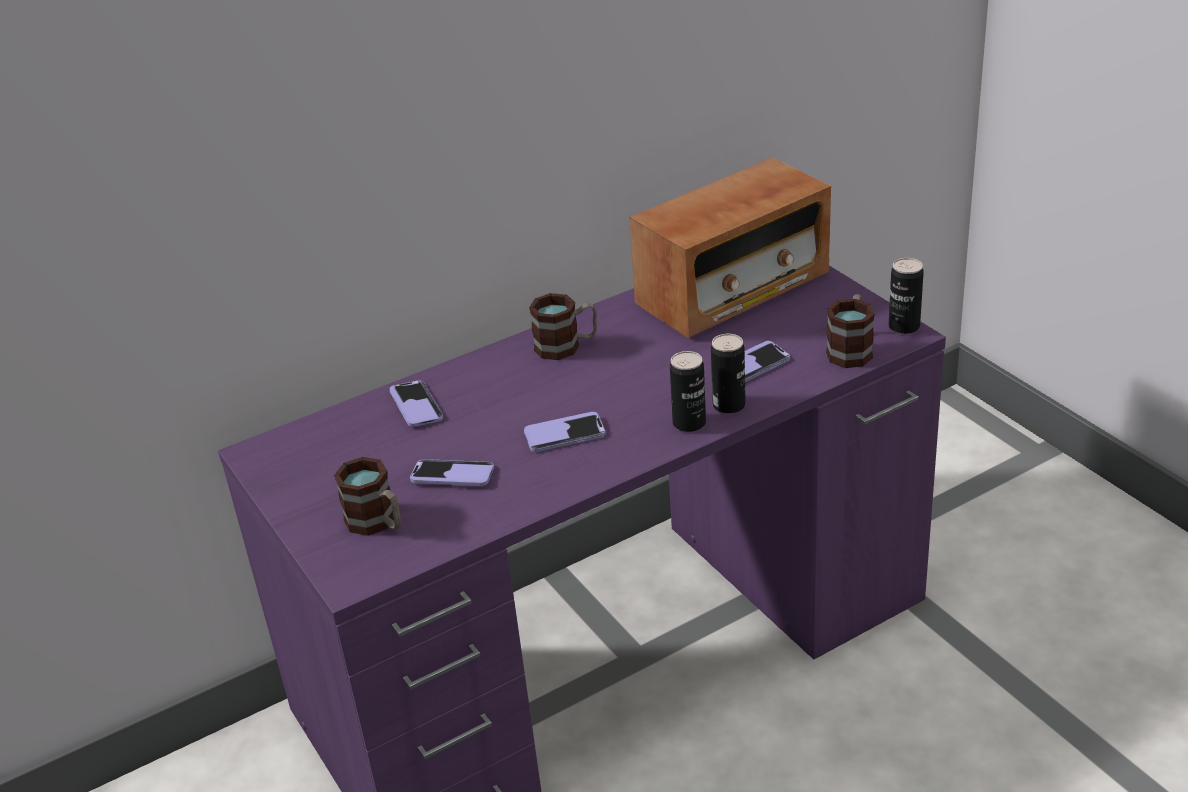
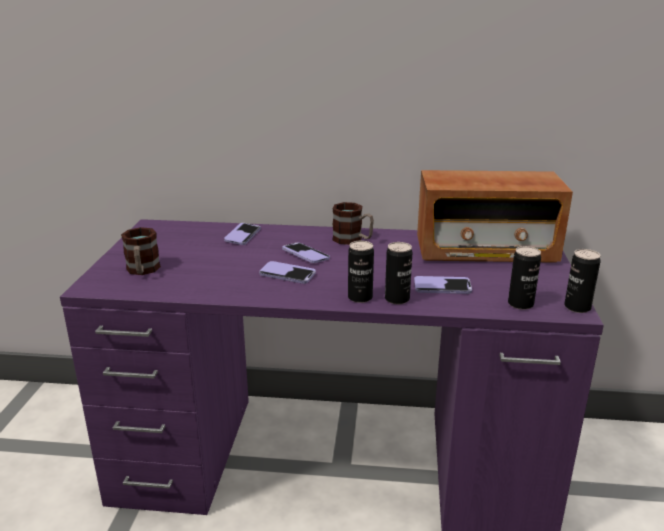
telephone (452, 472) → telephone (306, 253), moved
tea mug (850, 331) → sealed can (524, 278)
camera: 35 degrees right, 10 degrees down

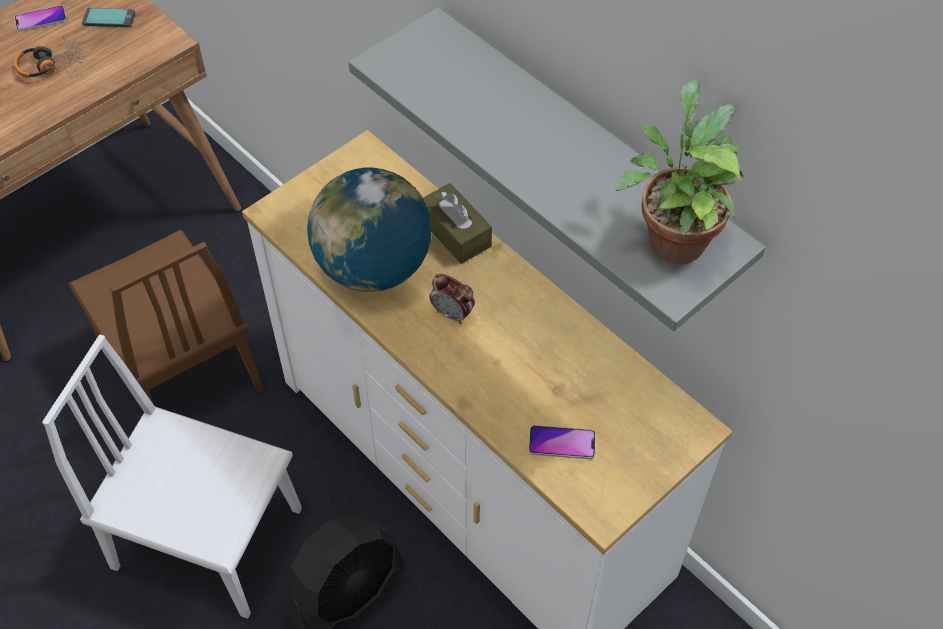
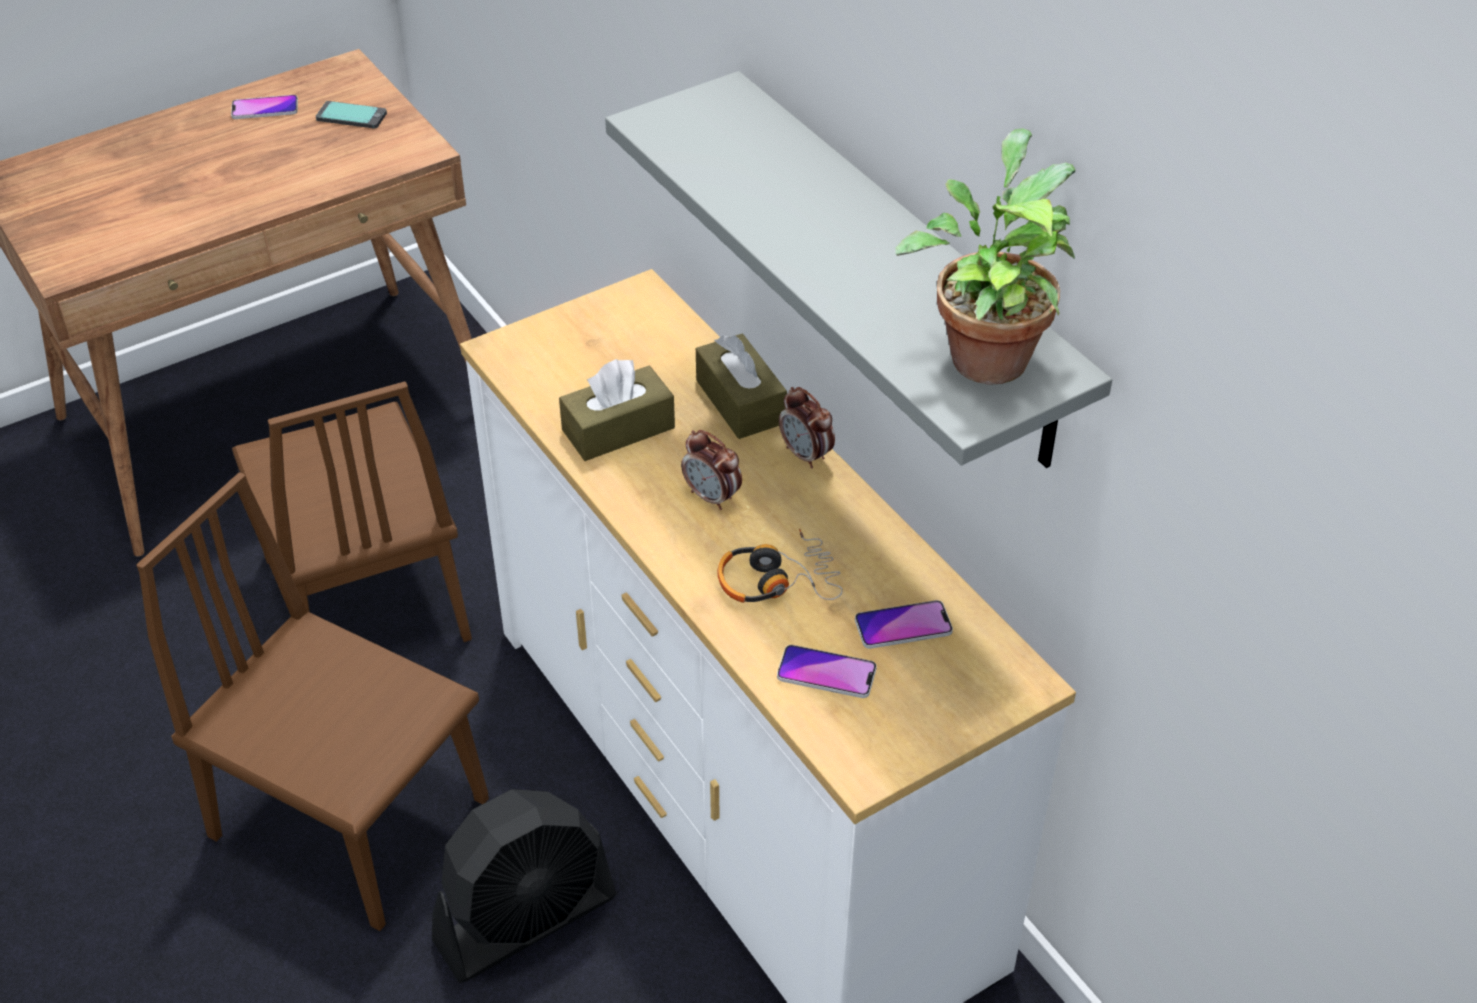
plain chair (white-coloured) (172, 477) → plain chair (brownish) (312, 701)
world globe (369, 230) → tissue holder (brownish) (617, 410)
headphones (49, 56) → headphones (780, 566), moved
- → alarm clock (807, 427)
- → telephone (904, 624)
camera: 10 degrees right, 10 degrees down

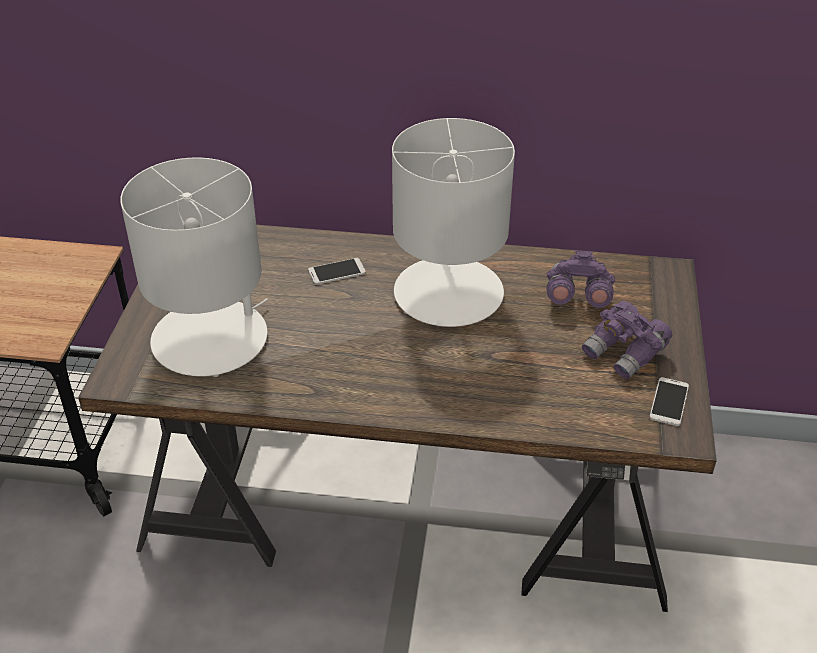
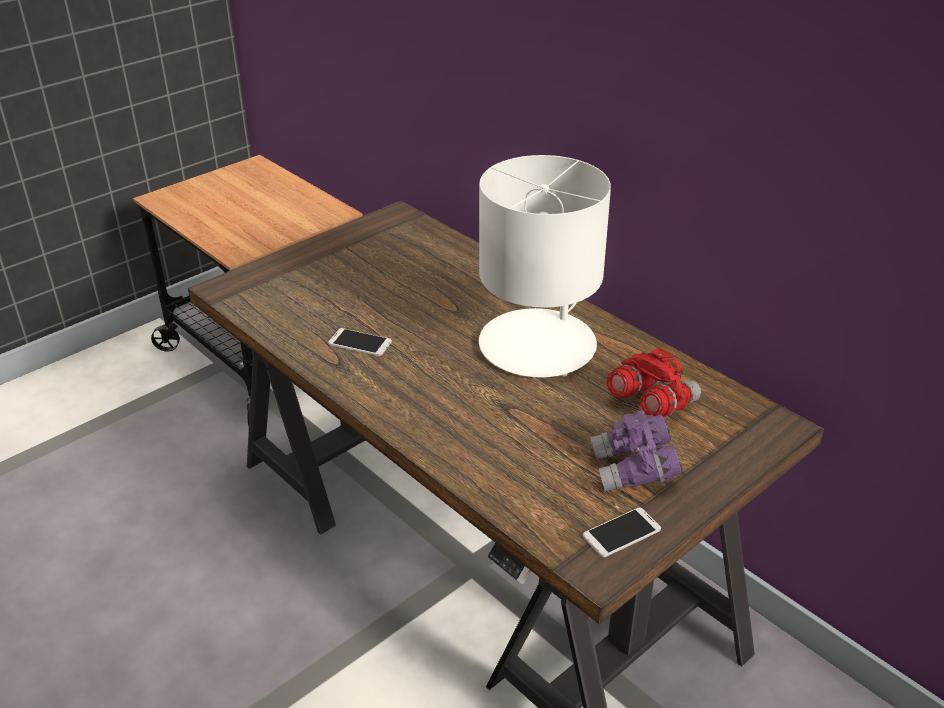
telephone (337, 271) → telephone (360, 342), moved
pair of binoculars (purple) (581, 279) → pair of binoculars (red-coloured) (654, 382)
lamp for a table (white-coloured) (194, 267) → -
camera: 40 degrees right, 5 degrees down

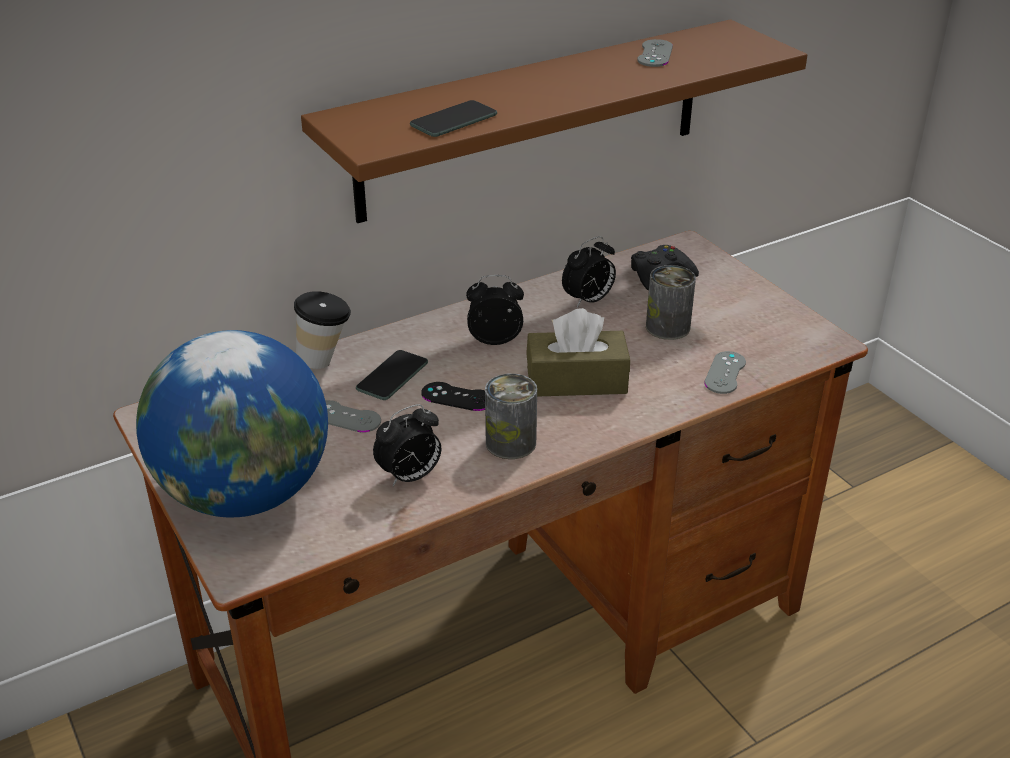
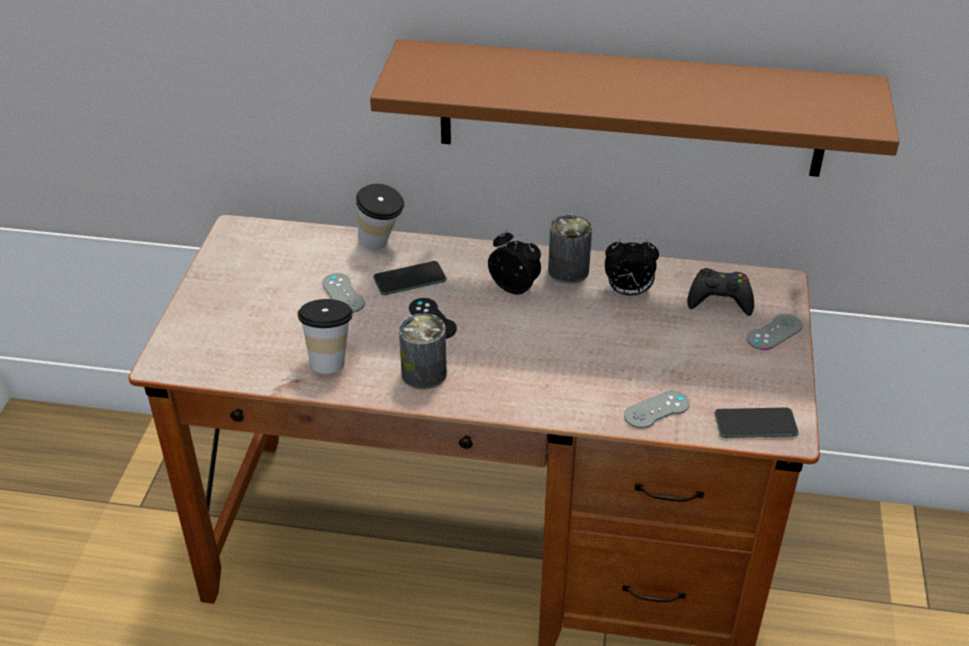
alarm clock (407, 445) → drinking cup (325, 336)
sealed can (671, 302) → sealed can (570, 249), moved
telephone (453, 118) → telephone (756, 422), moved
joypad (greyish) (655, 53) → joypad (greyish) (775, 332), moved
world globe (232, 423) → -
tissue holder (brownish) (578, 352) → -
camera: 40 degrees right, 5 degrees up

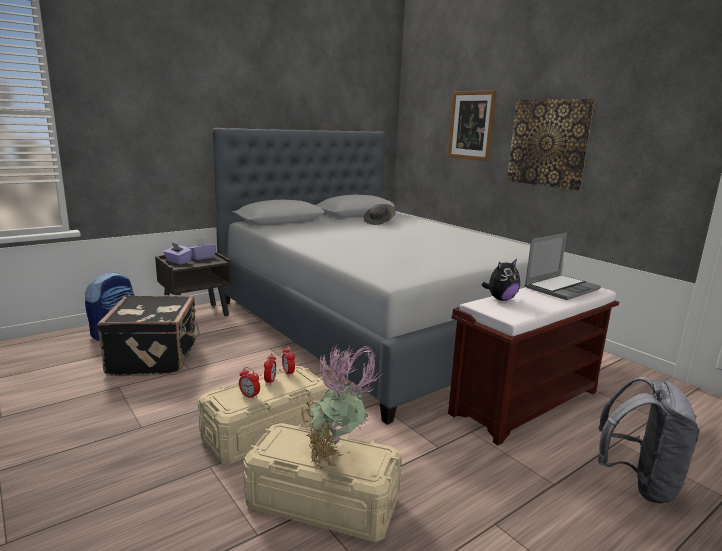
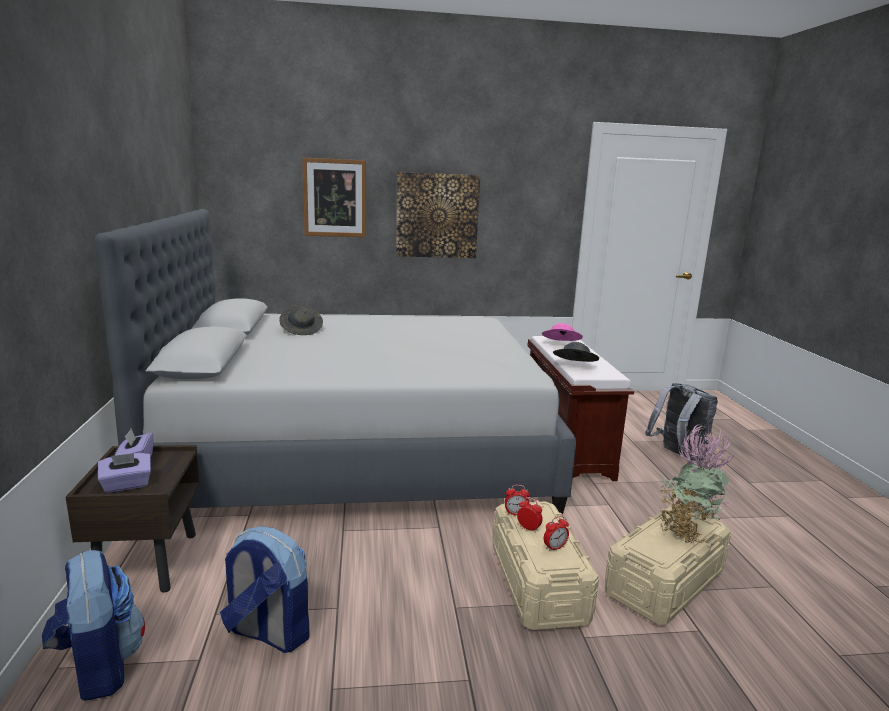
travel case (black-coloured) (148, 335) → backpack (265, 589)
portable computer (562, 266) → wearable hat (pink) (562, 332)
soft toy (501, 280) → wearable hat (greyish) (576, 352)
camera: 60 degrees left, 0 degrees up

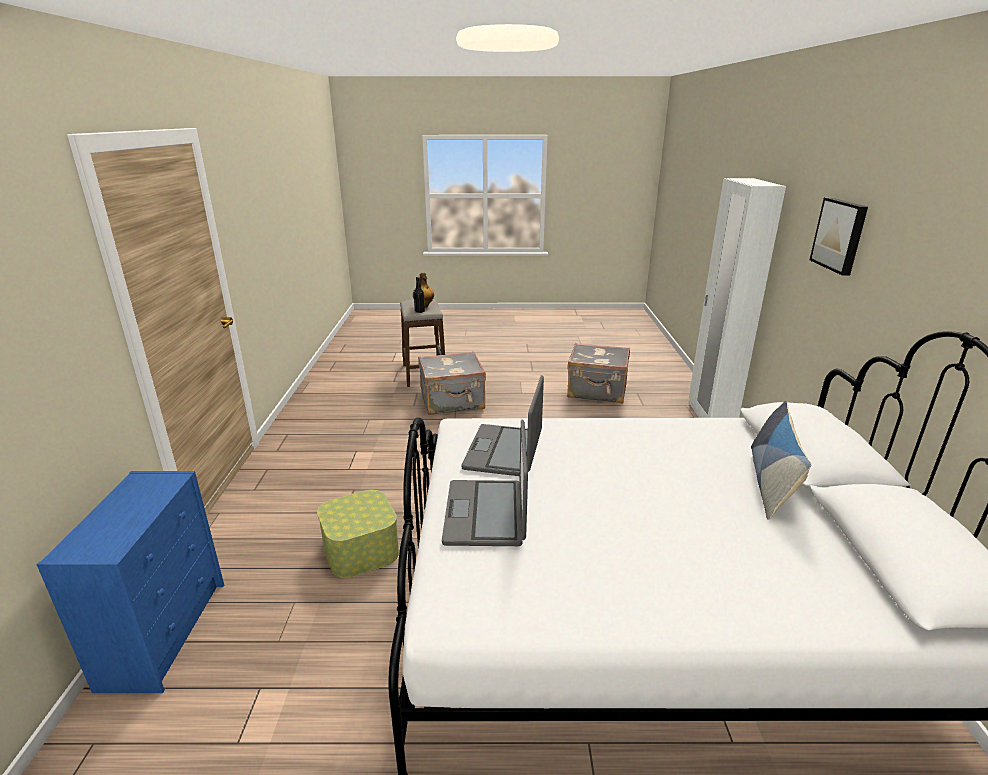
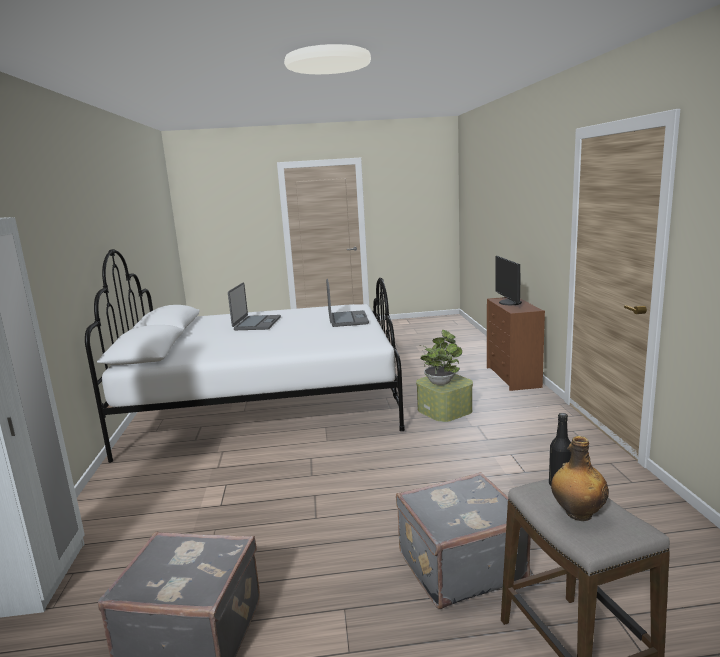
portable computer (503, 425) → portable computer (254, 306), moved
- → potted plant (441, 357)
dresser (blue) (130, 582) → dresser (brownish) (516, 344)
- → monitor (508, 280)
throw pillow (781, 460) → -
wall art (839, 236) → -
camera: 175 degrees right, 10 degrees down

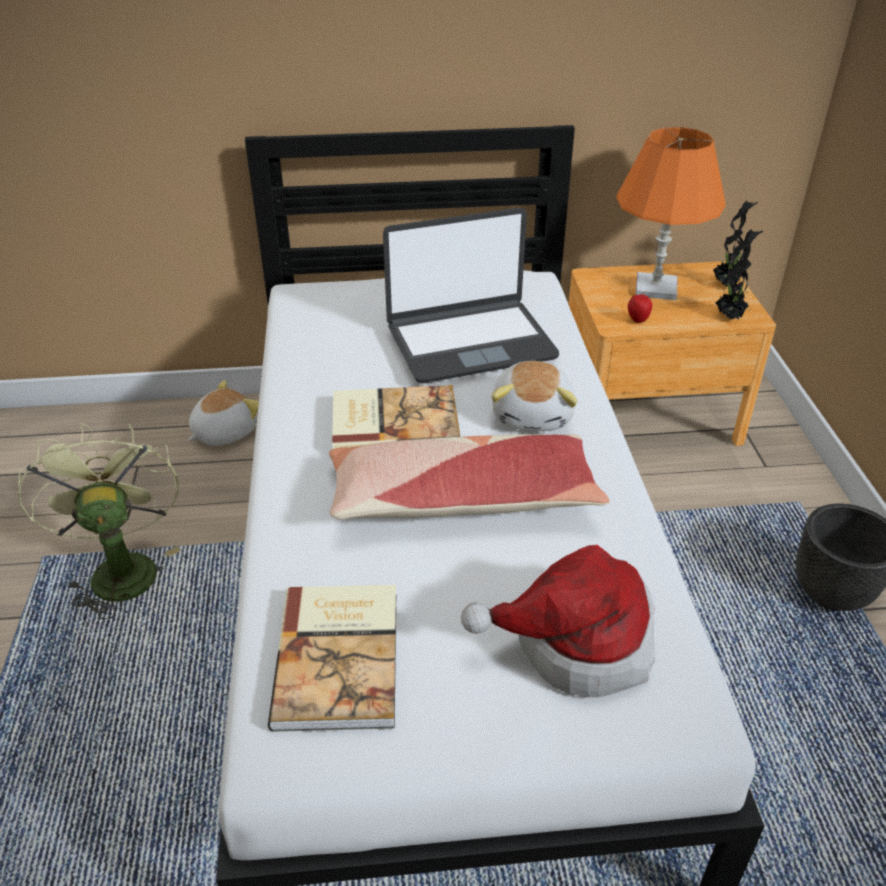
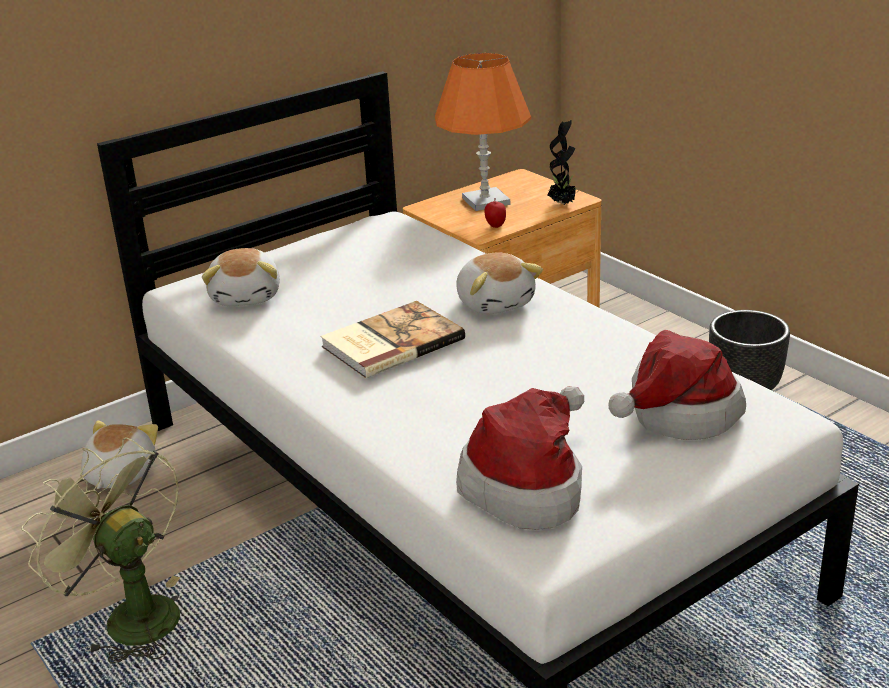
- → soft toy (241, 277)
bound book (332, 658) → wearable hat (520, 458)
throw pillow (469, 477) → -
portable computer (471, 295) → -
potted plant (735, 244) → -
camera: 30 degrees left, 10 degrees down

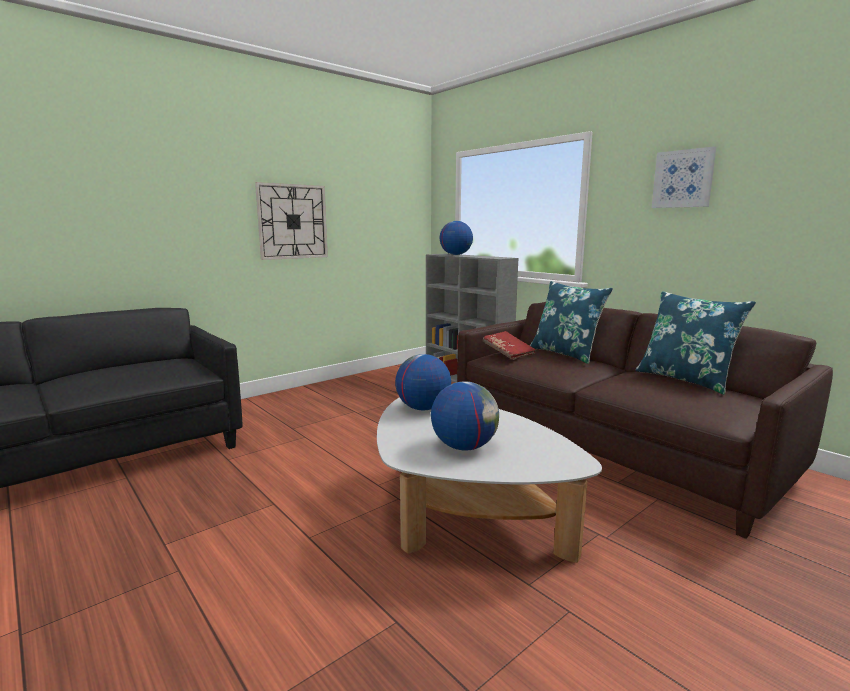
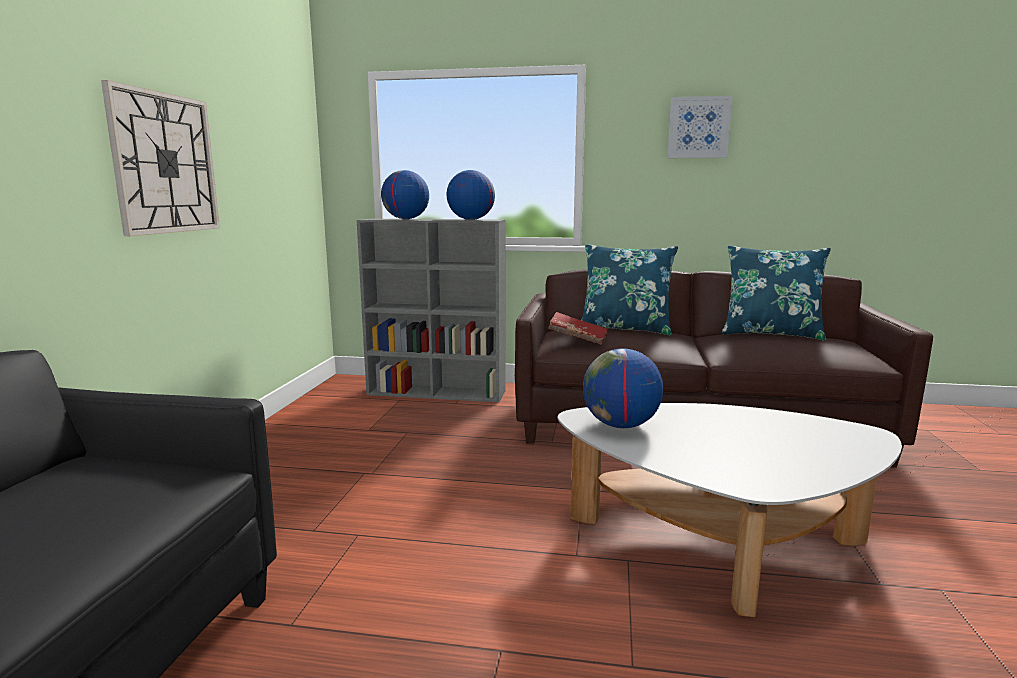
world globe (465, 415) → world globe (471, 195), moved
camera: 40 degrees left, 0 degrees up

